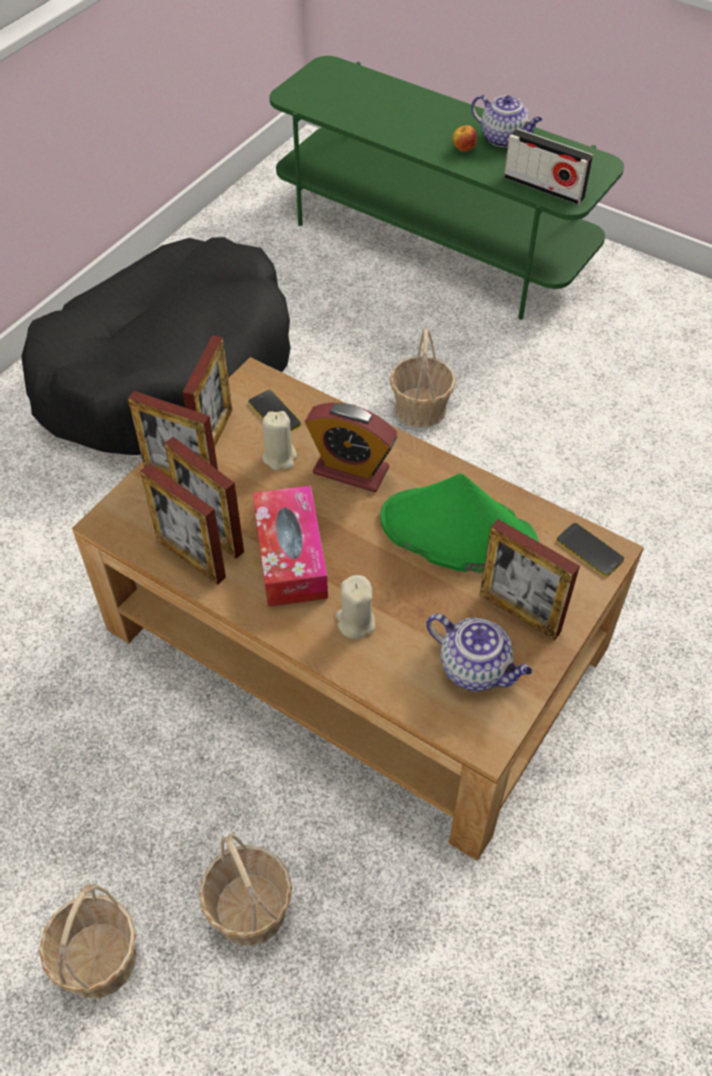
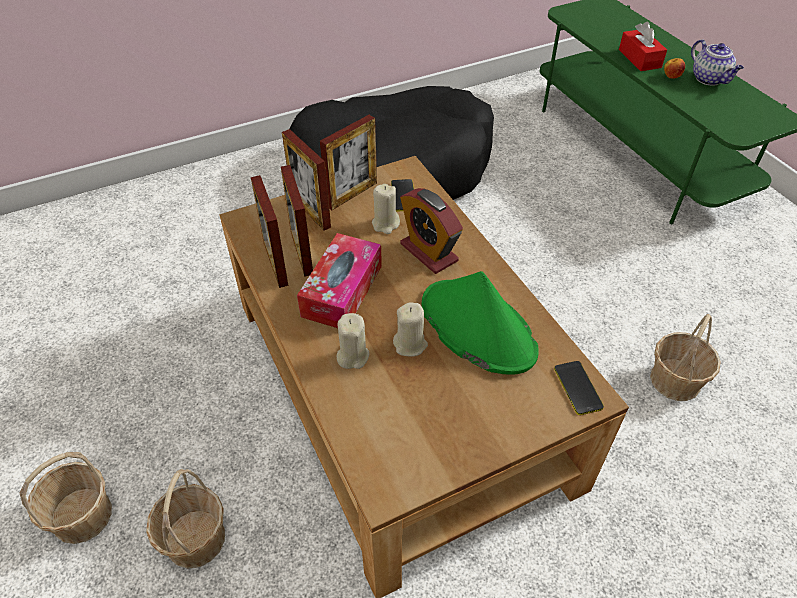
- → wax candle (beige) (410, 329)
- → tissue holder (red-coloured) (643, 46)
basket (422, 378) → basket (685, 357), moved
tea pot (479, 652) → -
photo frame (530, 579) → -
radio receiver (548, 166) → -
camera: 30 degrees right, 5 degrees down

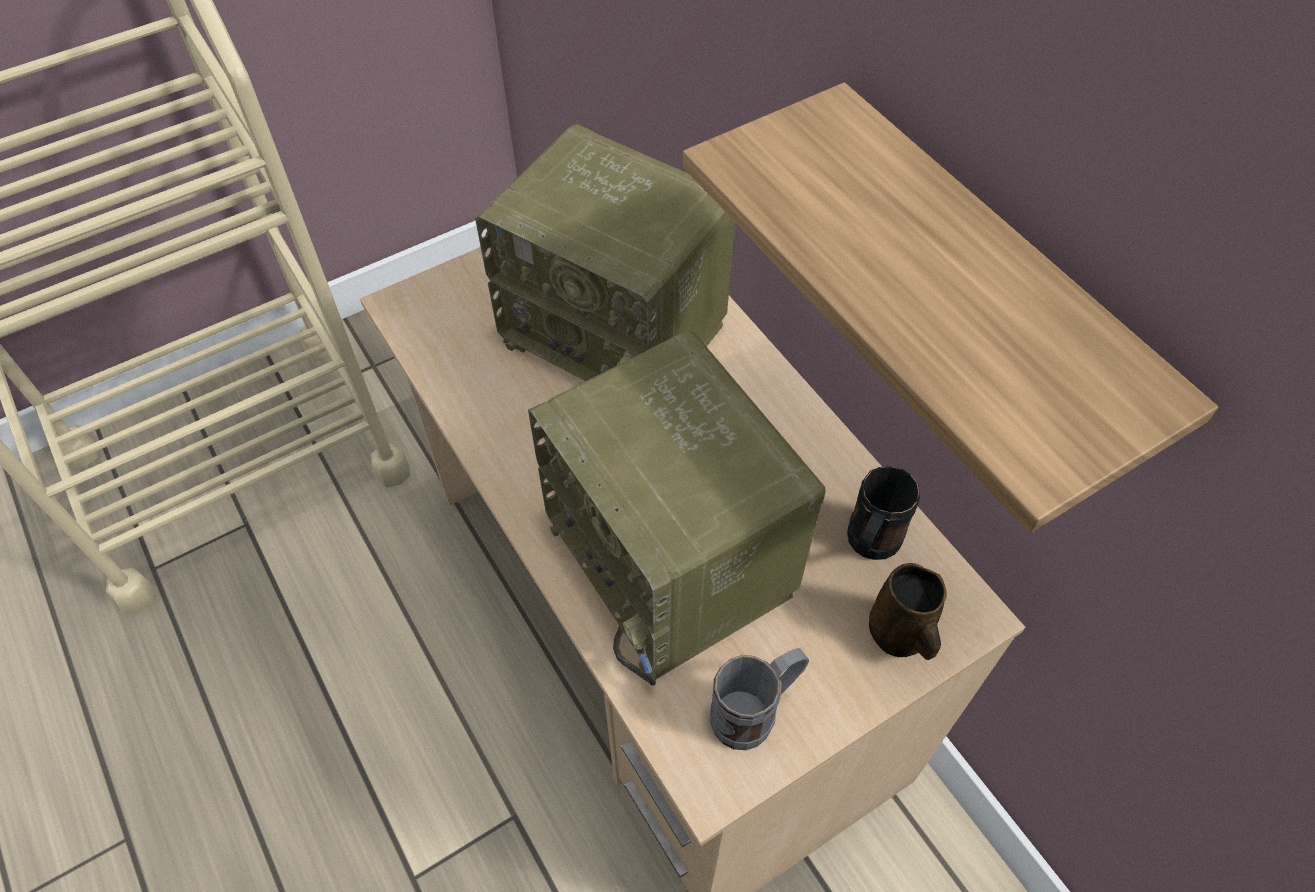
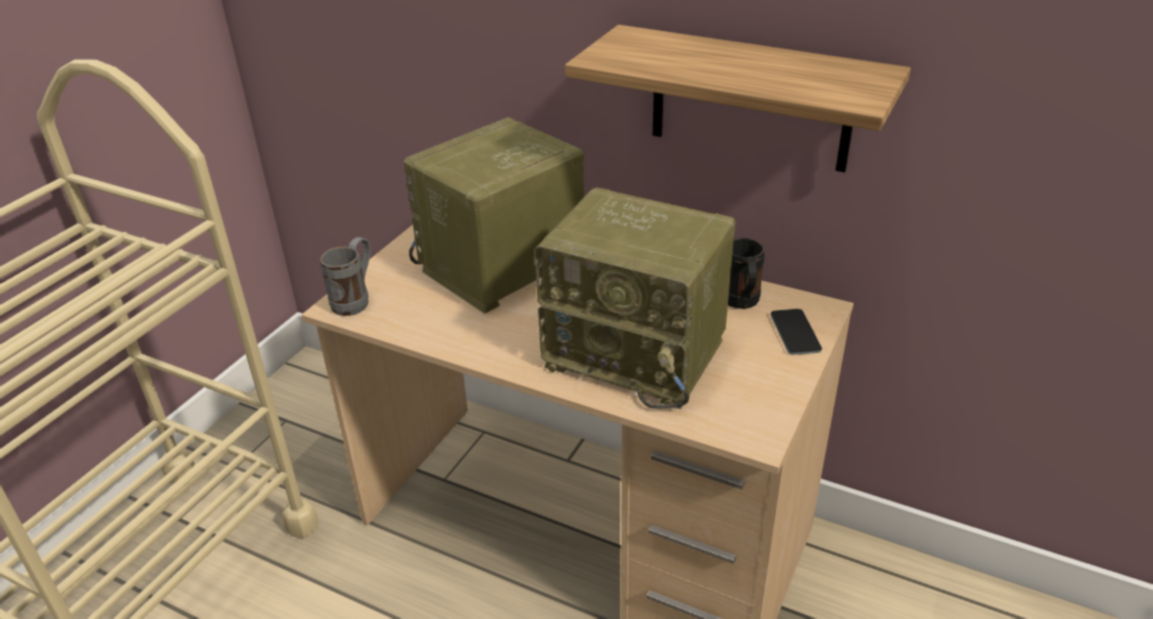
tea mug (greyish) (759, 699) → tea mug (greyish) (345, 276), moved
radio receiver (605, 252) → radio receiver (494, 215), 135 degrees clockwise
tea mug (brownish) (908, 611) → telephone (796, 332)
camera: 30 degrees left, 20 degrees down

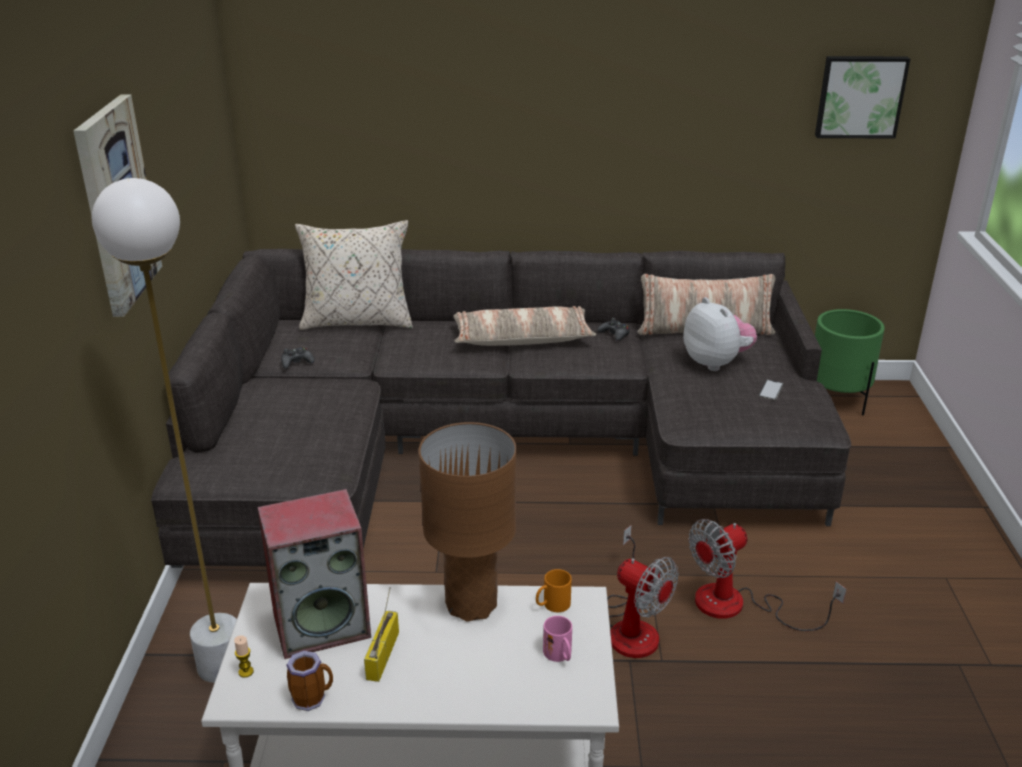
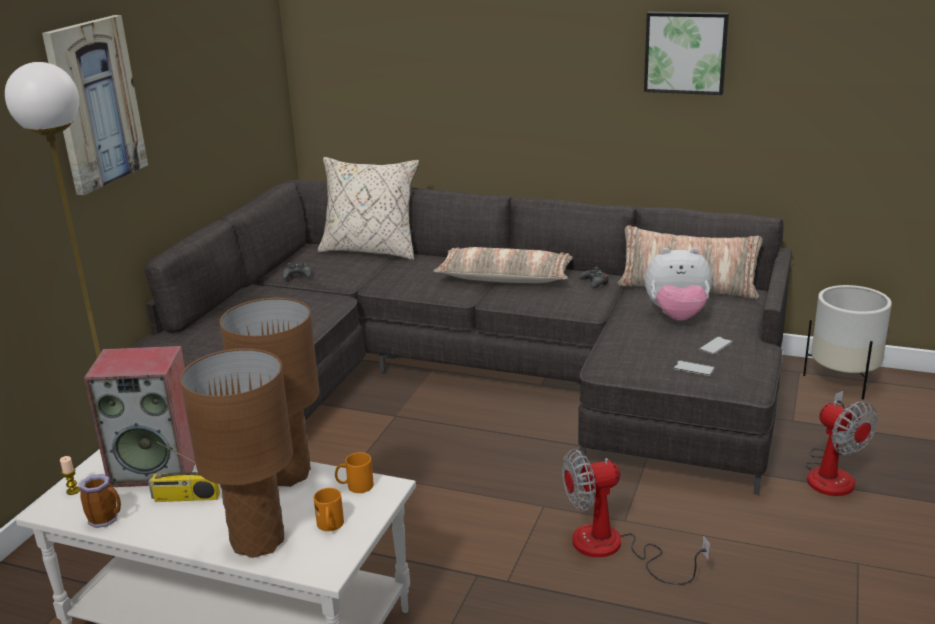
radio receiver (381, 634) → radio receiver (184, 472), 120 degrees counterclockwise
- → lamp for a table (brownish) (236, 453)
tea mug (pink) (557, 639) → tea mug (orange-coloured) (329, 509)
wall art (862, 97) → wall art (686, 53), moved
soft toy (720, 334) → soft toy (678, 284), 105 degrees clockwise
- → telephone (694, 368)
plant pot (green-coloured) (850, 362) → plant pot (white-coloured) (847, 342)
electric fan (642, 591) → electric fan (841, 443), moved
camera: 20 degrees right, 5 degrees down

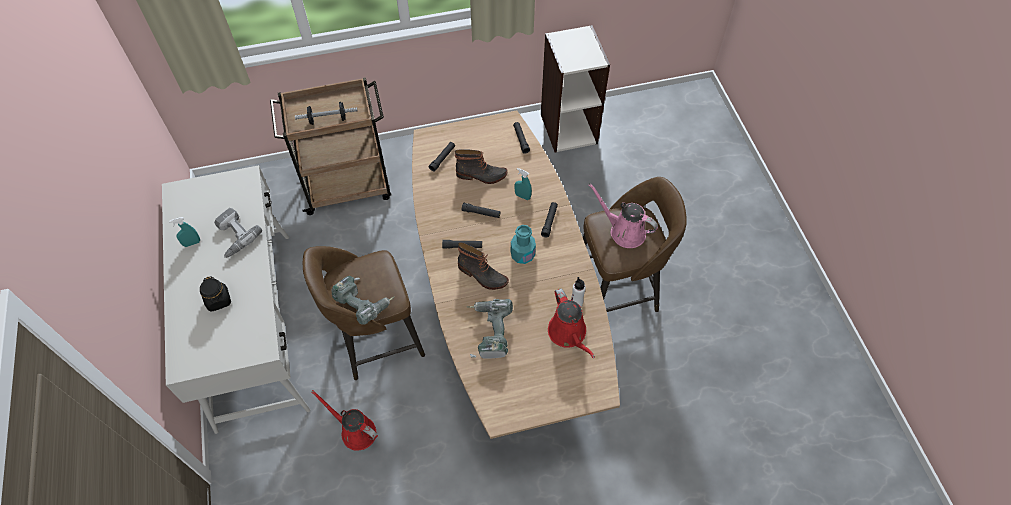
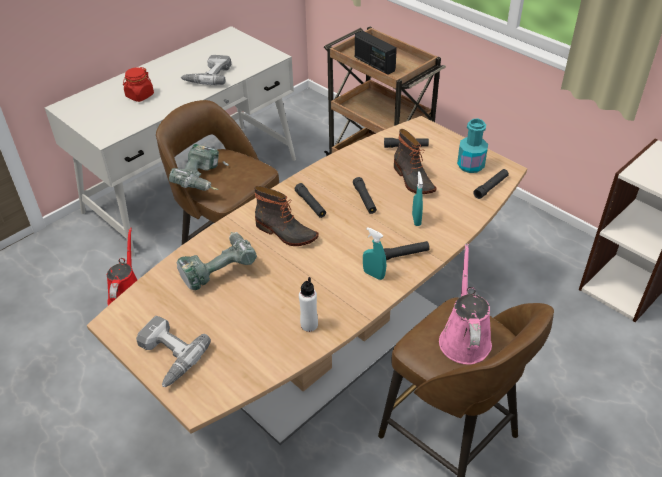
storage jar (black-coloured) (215, 294) → storage jar (red-coloured) (138, 84)
- → power drill (173, 351)
high-top boot (483, 266) → high-top boot (286, 216), 60 degrees counterclockwise
hand weight (326, 113) → radio receiver (376, 52)
sprayer (turquoise) (184, 232) → sprayer (turquoise) (374, 253), moved
bottle (turquoise) (523, 244) → bottle (turquoise) (472, 146), moved
sprinkling can (red-coloured) (571, 323) → -
camera: 60 degrees right, 15 degrees down

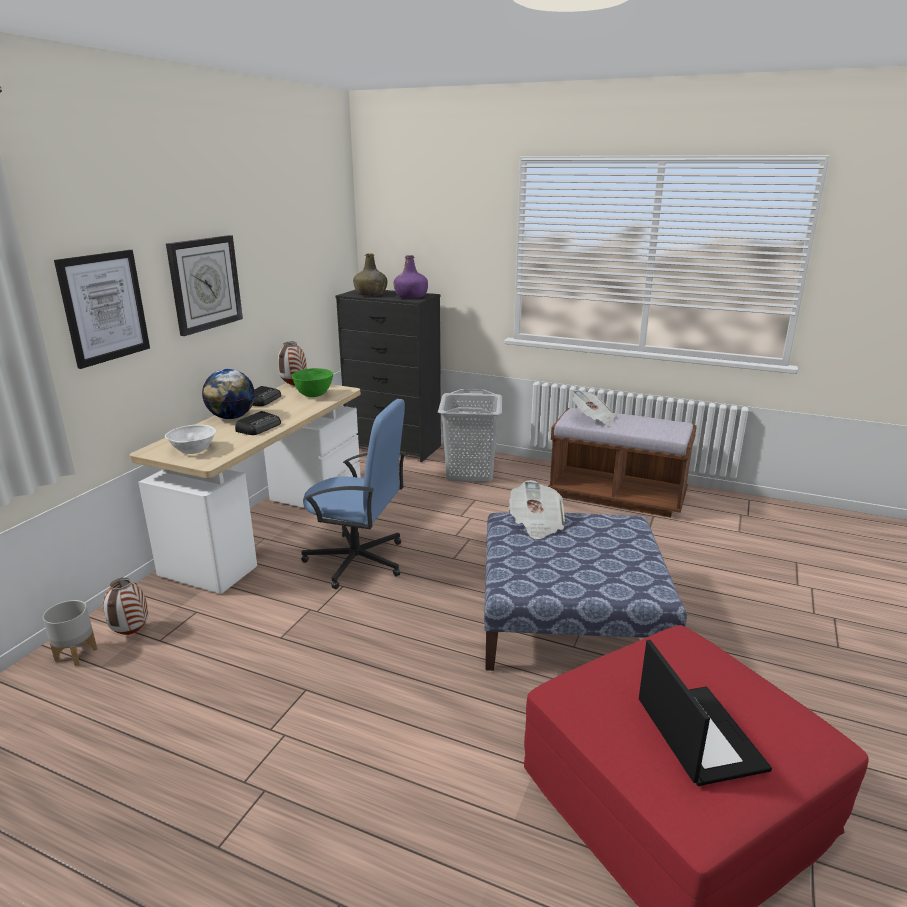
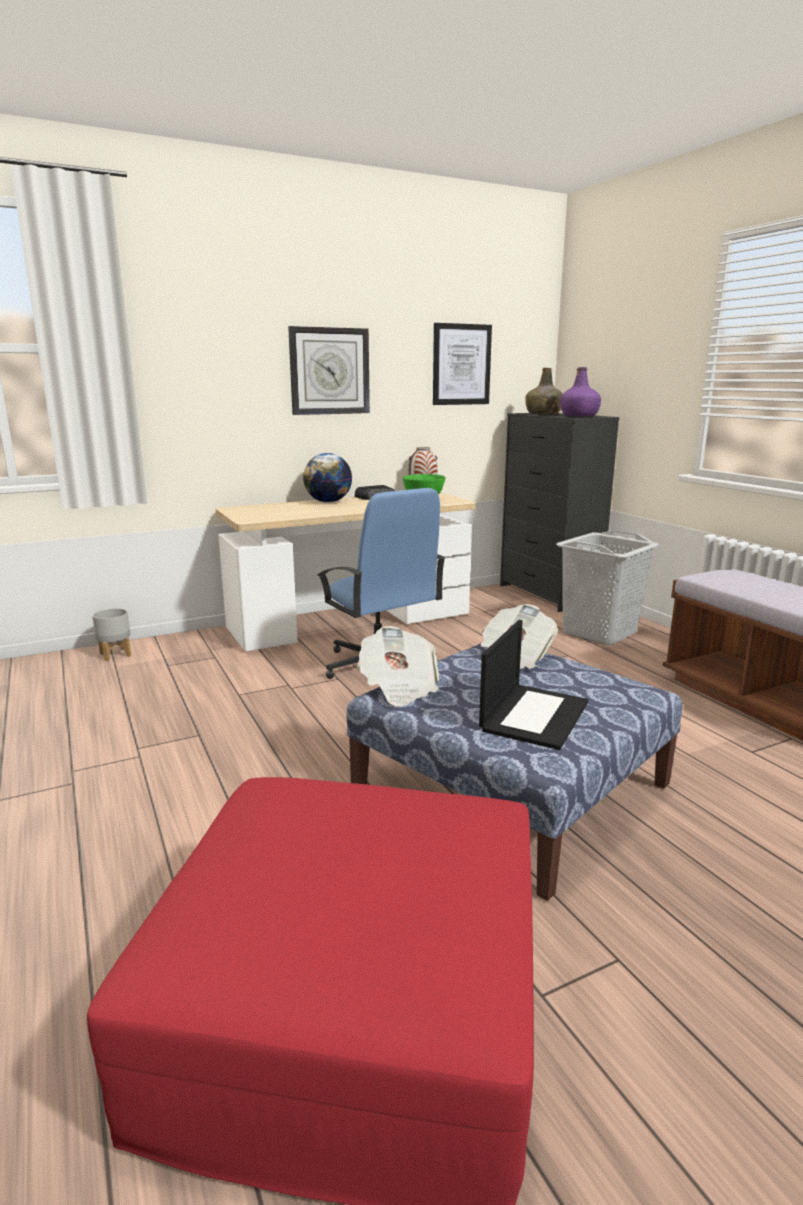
newspaper (594, 408) → newspaper (398, 666), moved
wall art (102, 309) → wall art (462, 364), moved
portable computer (705, 713) → portable computer (534, 685), moved
vase (125, 606) → -
deep dish (white-coloured) (190, 439) → -
radio receiver (258, 423) → -
camera: 40 degrees right, 5 degrees down

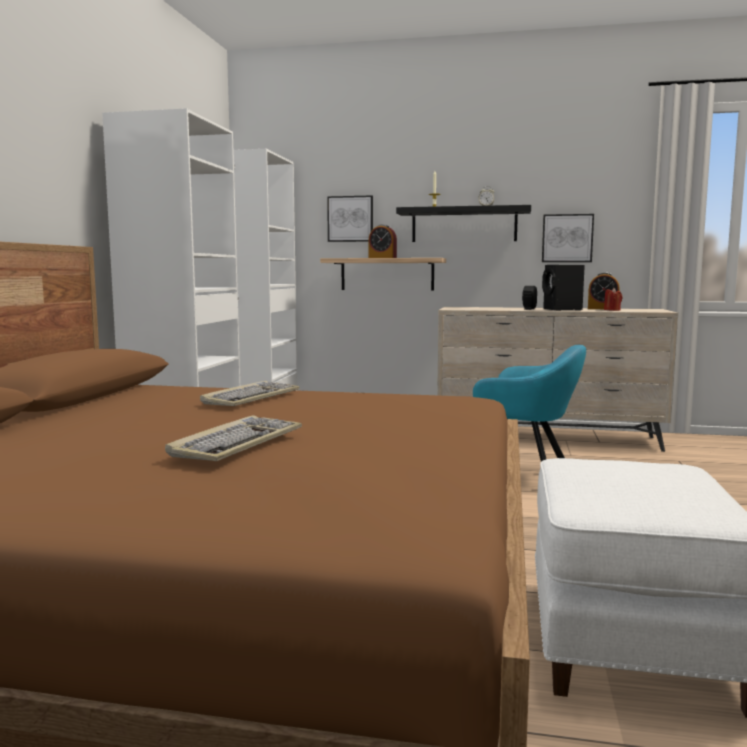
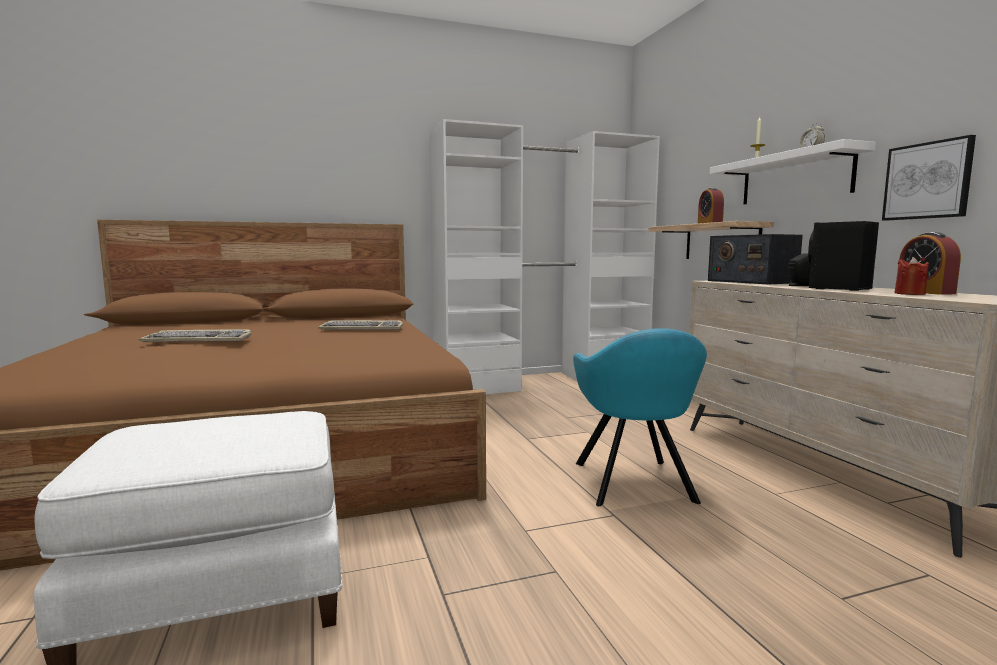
- → radio receiver (755, 259)
bracket shelf (black-coloured) (463, 223) → bracket shelf (white-coloured) (793, 171)
wall art (350, 218) → -
camera: 60 degrees right, 0 degrees up

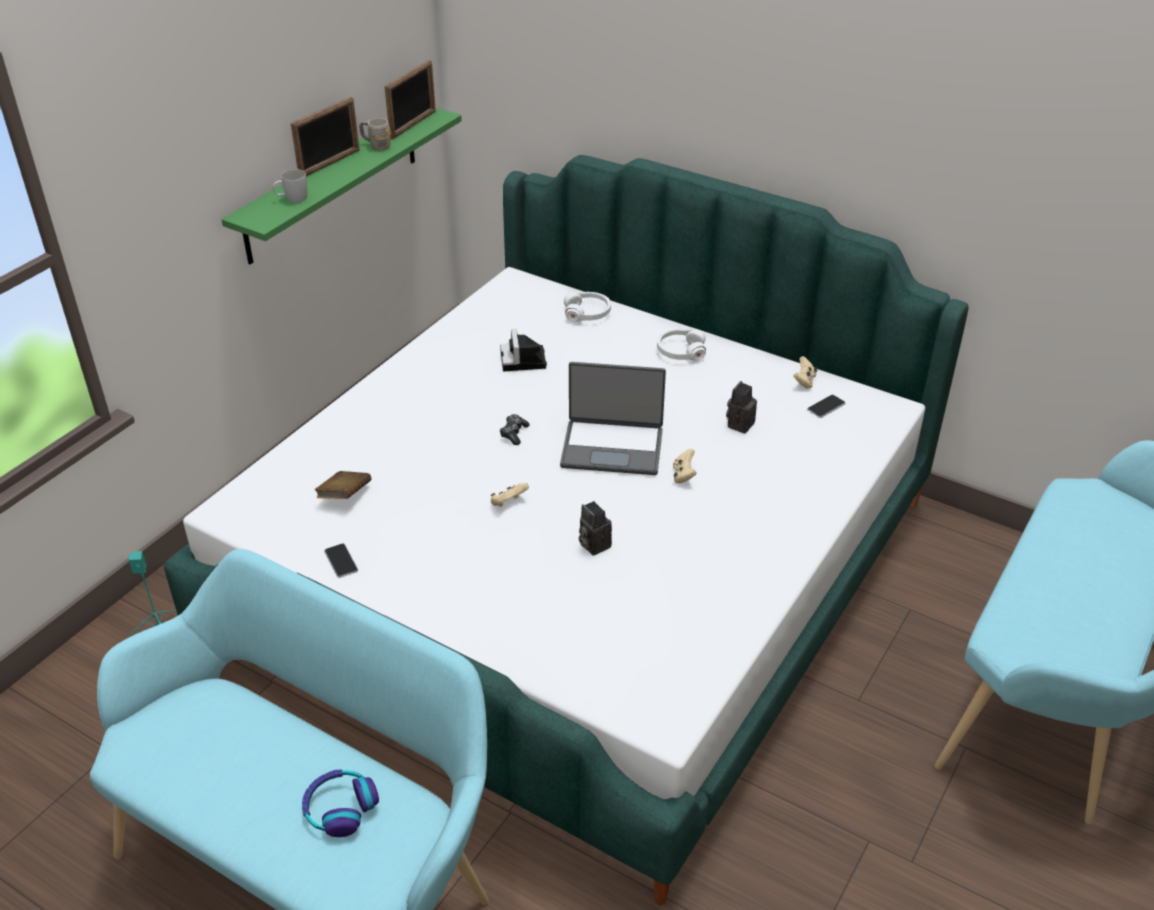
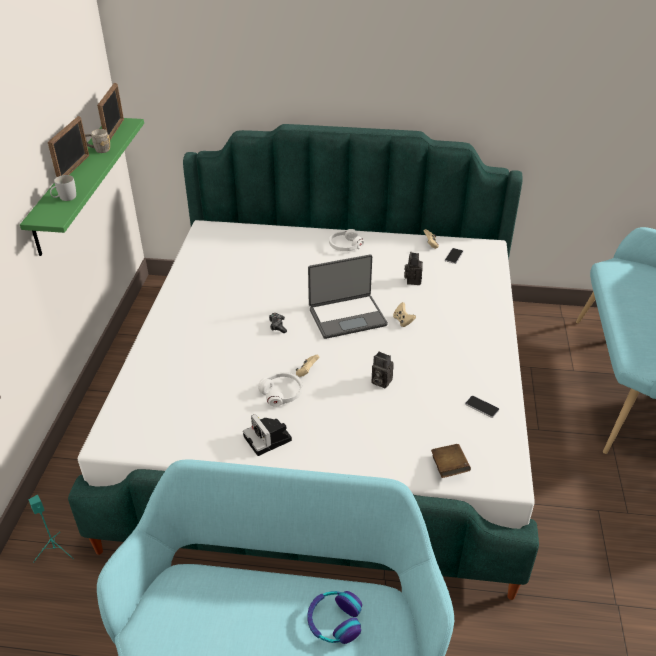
still camera (523, 350) → still camera (267, 435), moved
headphones (white-coloured) (587, 307) → headphones (white-coloured) (280, 389), moved
bound book (brownish) (343, 485) → bound book (brownish) (451, 461), moved
telephone (341, 560) → telephone (482, 407), moved
camera: 25 degrees left, 0 degrees up

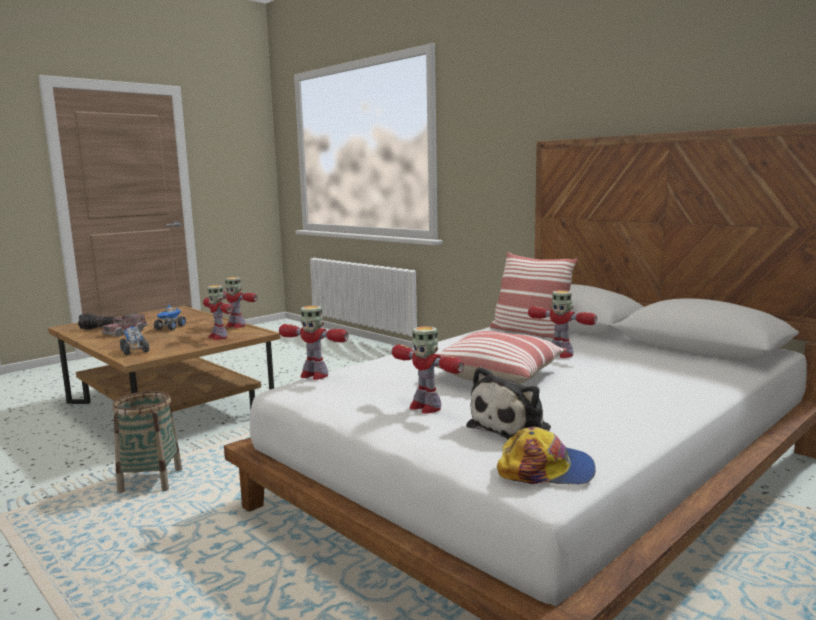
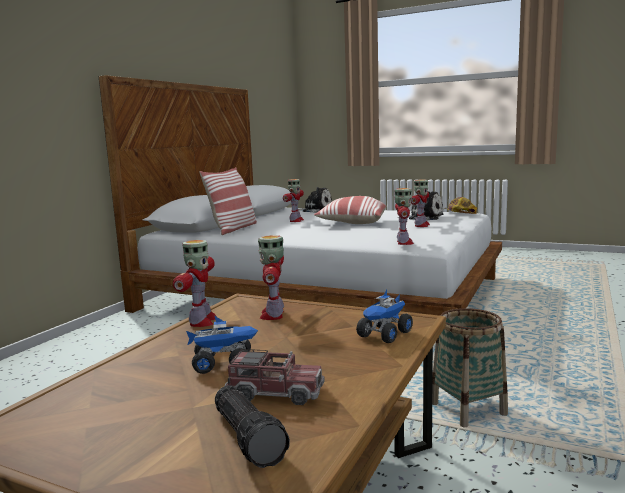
toy robot (218, 312) → toy robot (271, 277), 150 degrees clockwise
- → soft toy (315, 200)
camera: 110 degrees left, 0 degrees up

